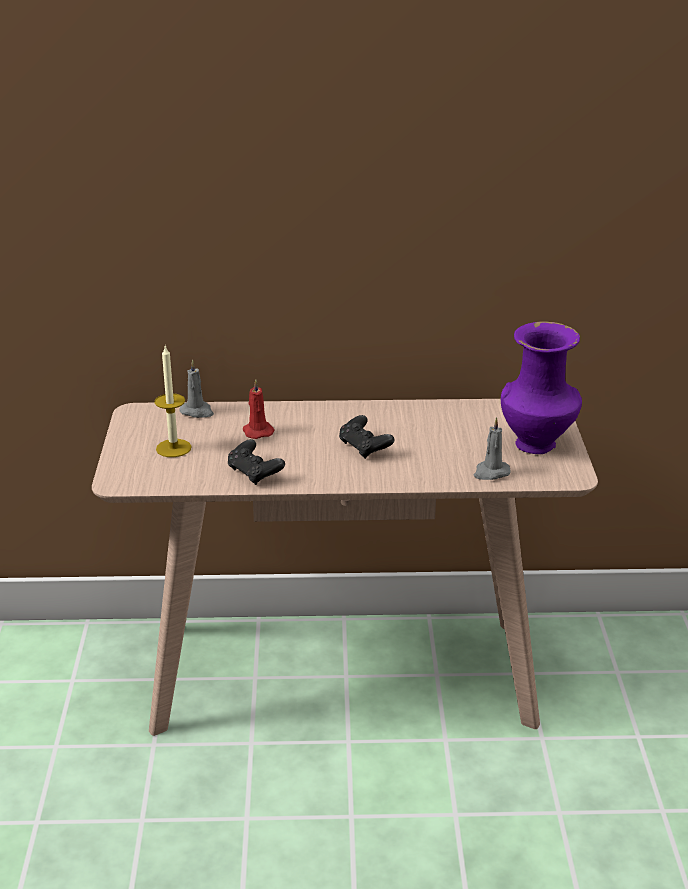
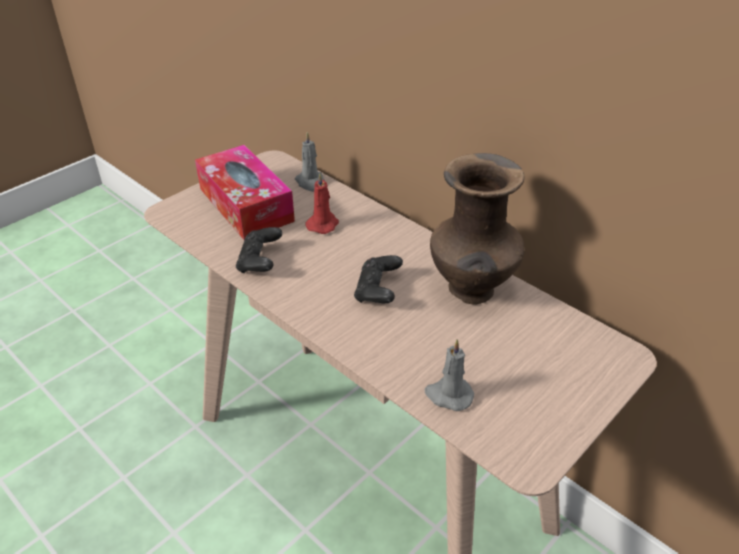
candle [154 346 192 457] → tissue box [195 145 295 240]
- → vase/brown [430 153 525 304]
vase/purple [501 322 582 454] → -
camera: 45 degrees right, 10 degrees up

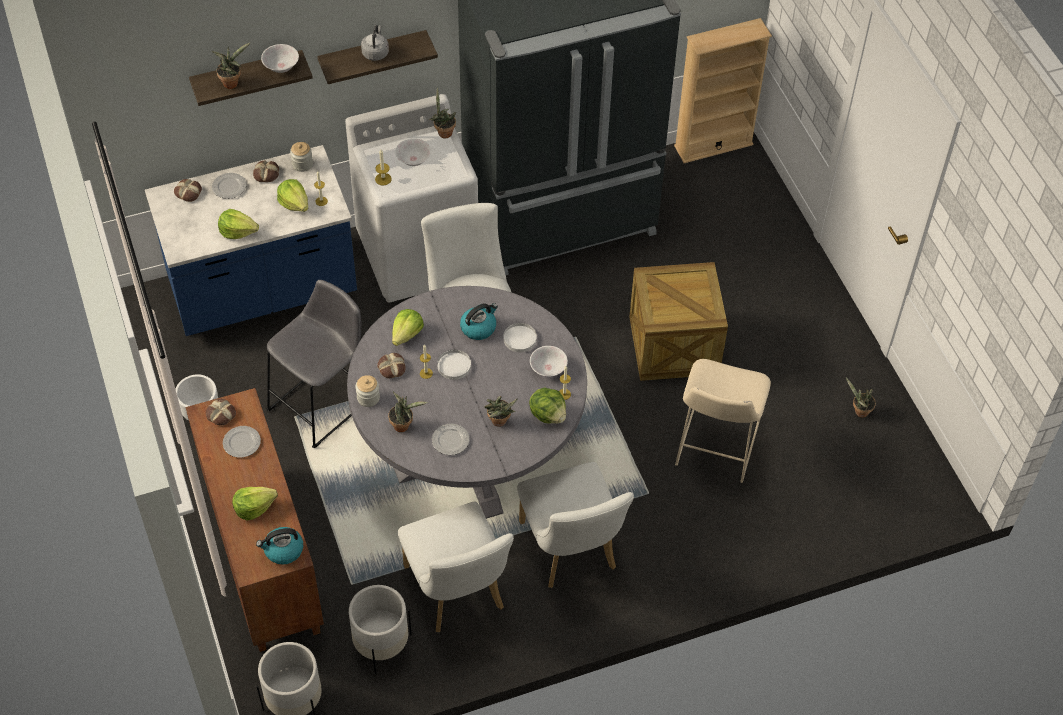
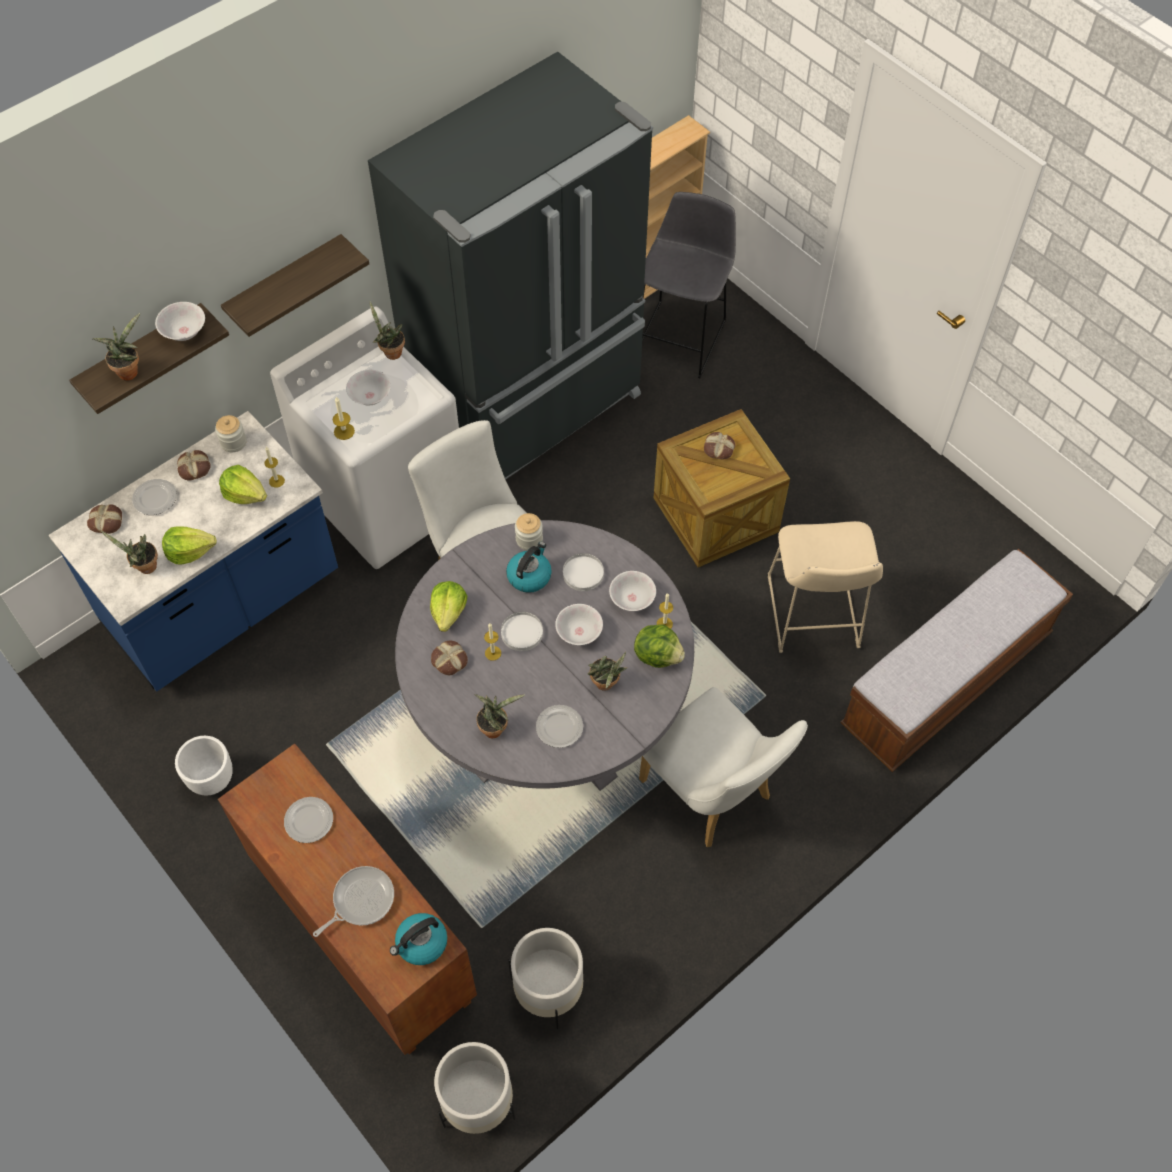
potted plant [846 378 876 418] → potted plant [101 531 158 574], move
lettuce [232 487 278 521] → frying pan [313 866 394 937]
jar [356 375 380 407] → jar [515 513 543 550], move
- → bowl/white [555 604 603 645]
stool/grey [266 280 361 448] → stool/grey [642 192 736 378], move
bread [206 399 236 426] → bread [704 432 735 459], move
- → bench [840 549 1073 772]
kettle/grey [361 25 389 61] → -
chair/white [398 501 514 632] → -
camera: 20 degrees left, 5 degrees up

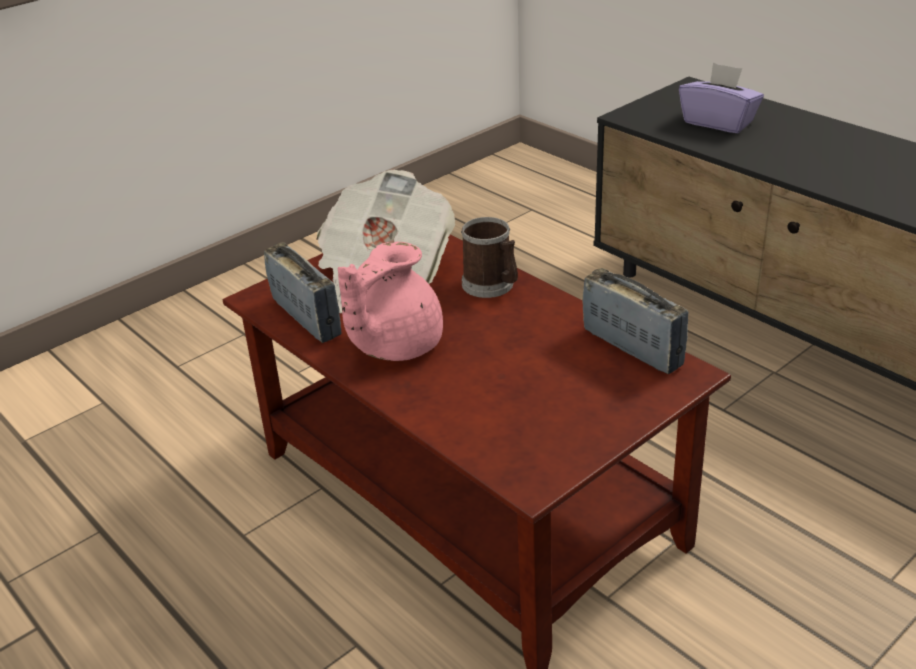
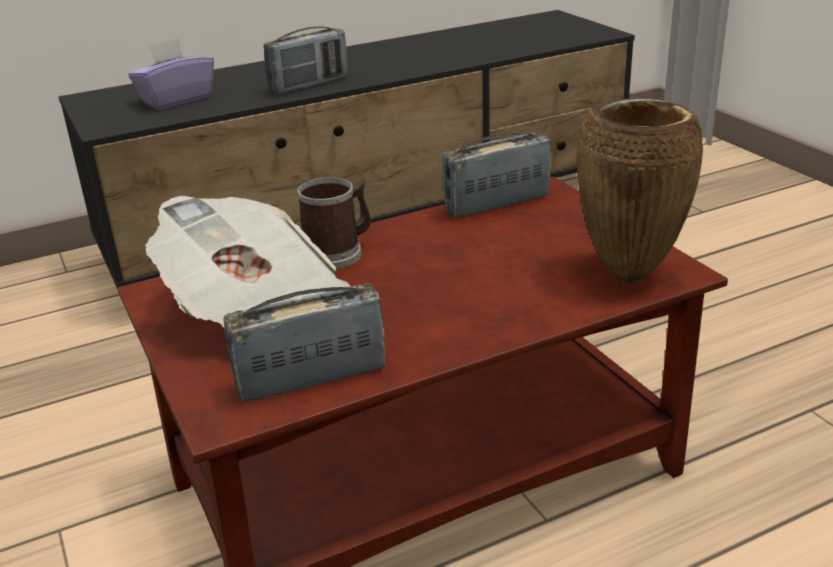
- → radio [264 26 348 94]
- → vase/brown [577 98 703 284]
teapot/pink [338 242 443 361] → -
camera: 75 degrees left, 5 degrees down

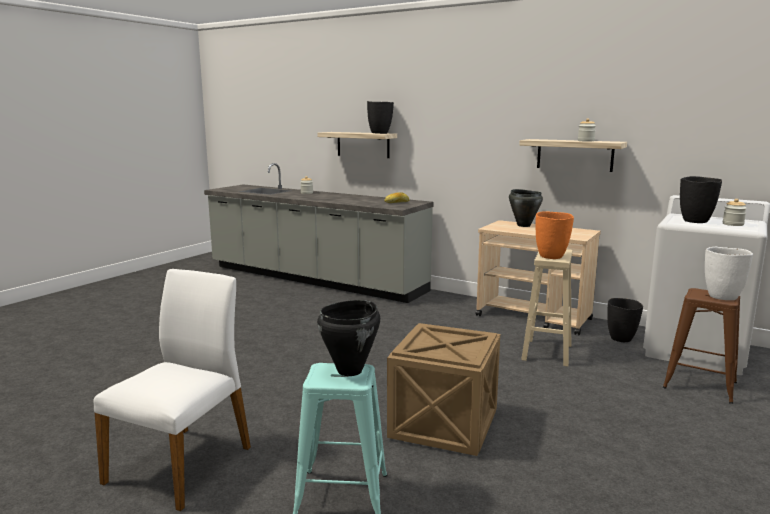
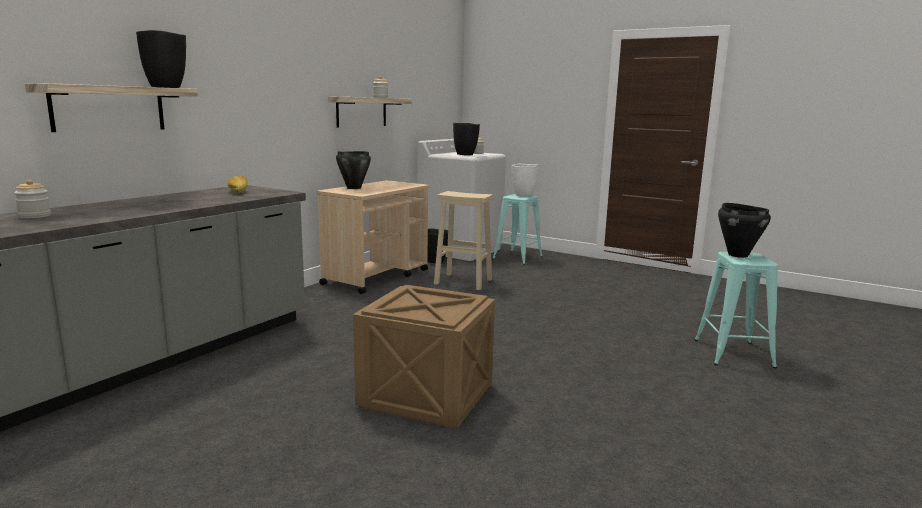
crate [387 323 500 456] → crate [353 285 495 428], move
stool/brown [663 288 740 404] → stool/turquoise [492 194 543 265]
chair/white [93 269 251 511] → -
vase/orange [536 211 574 259] → -
camera: 90 degrees left, 0 degrees up

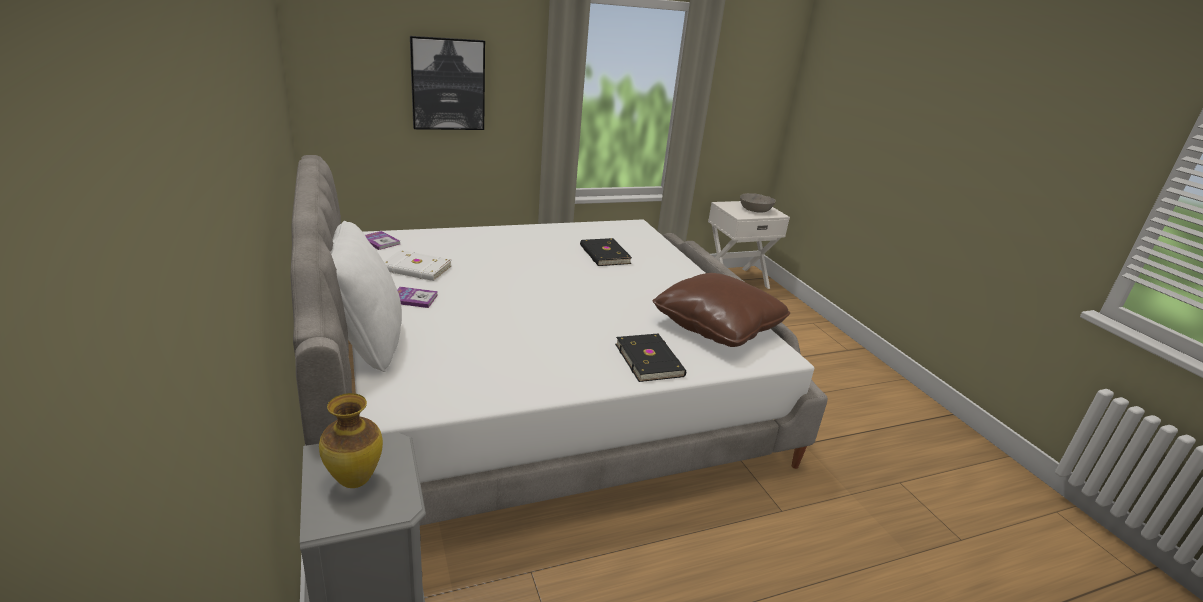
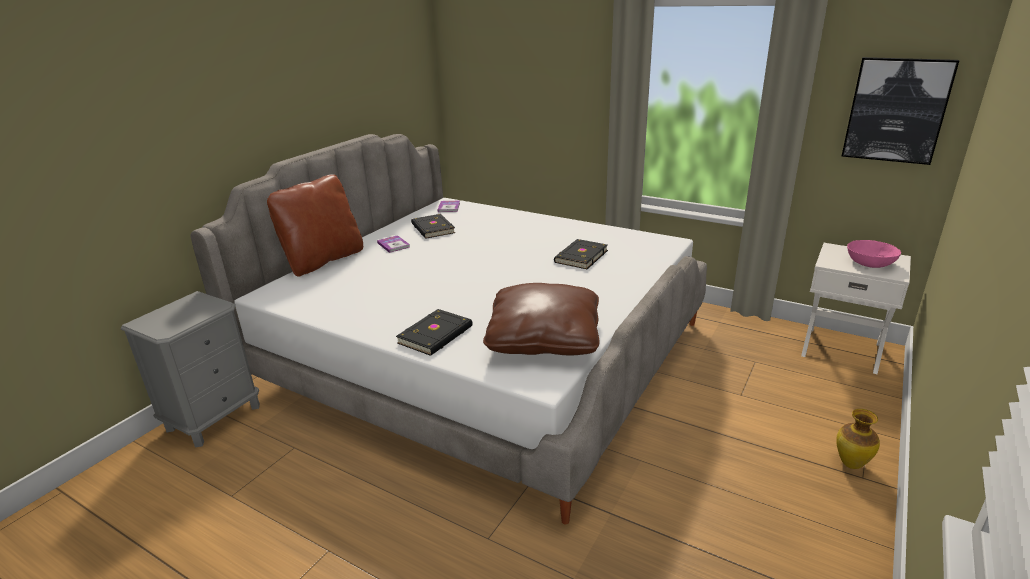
pillow/white [330 221 402 372] → pillow/brown [267 174 363 277]
book/white [384 250 452 281] → book/black [411 214 455 239]
vase [319 393 383 488] → vase [836 409 880 469], move
picture [410 36 485 130] → picture [842 57 959 165], move
bowl/grey [740 193 776 213] → bowl/pink [847 240 901 268]
camera: 55 degrees right, 0 degrees up

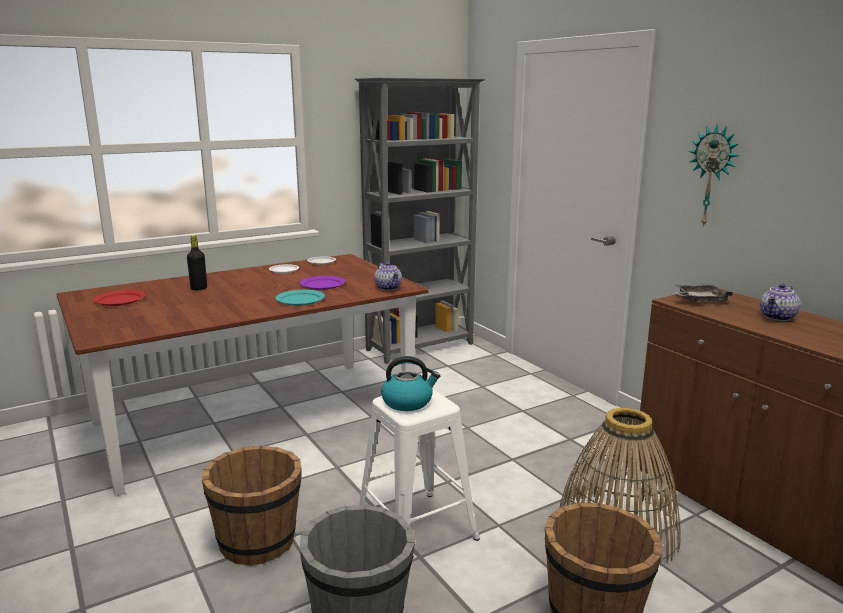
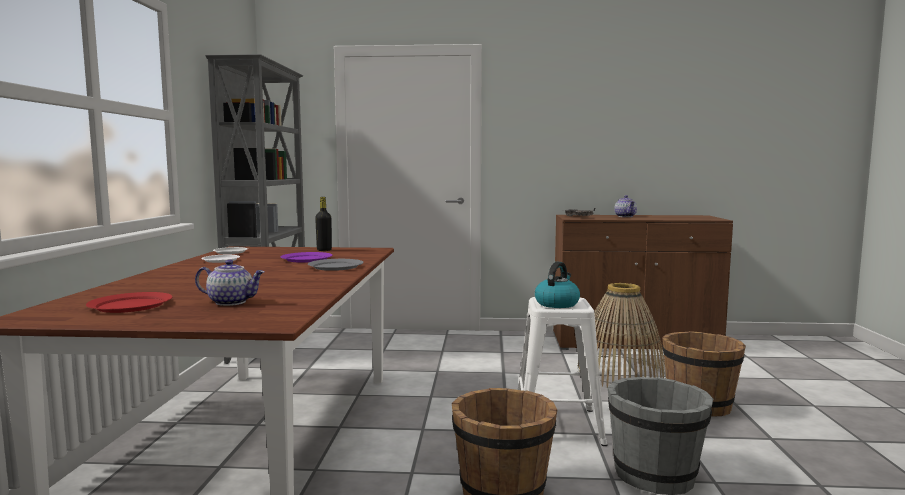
teapot [374 262 402 291] → teapot [195 260 265 306], move
plate/turquoise [276 290 325 306] → plate/grey [308 259 364 271]
bottle/black [187 235 207 290] → bottle/black [315 197 332 251], move
wall clock [689 124 739 227] → -
camera: 55 degrees left, 10 degrees down

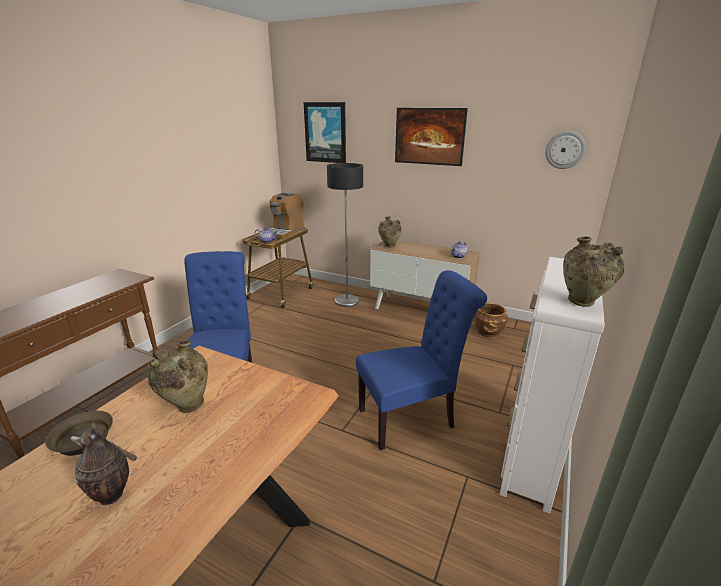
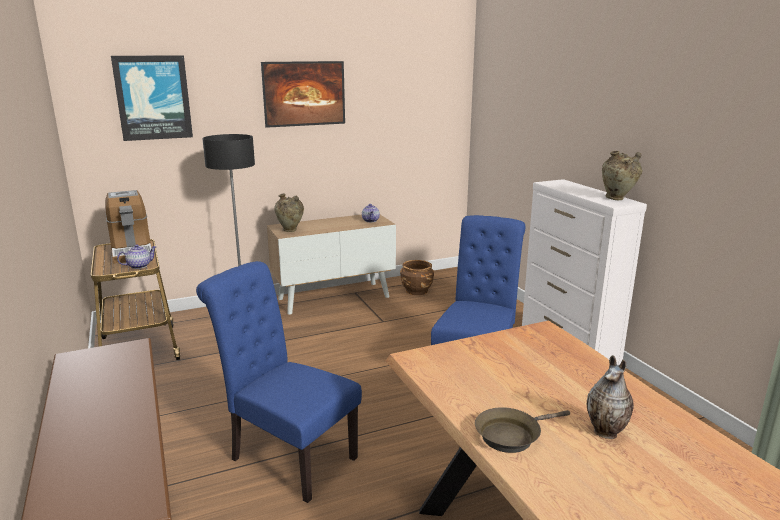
vase/beige [148 340 208 413] → -
wall clock [545 131 586 169] → -
camera: 50 degrees left, 5 degrees down

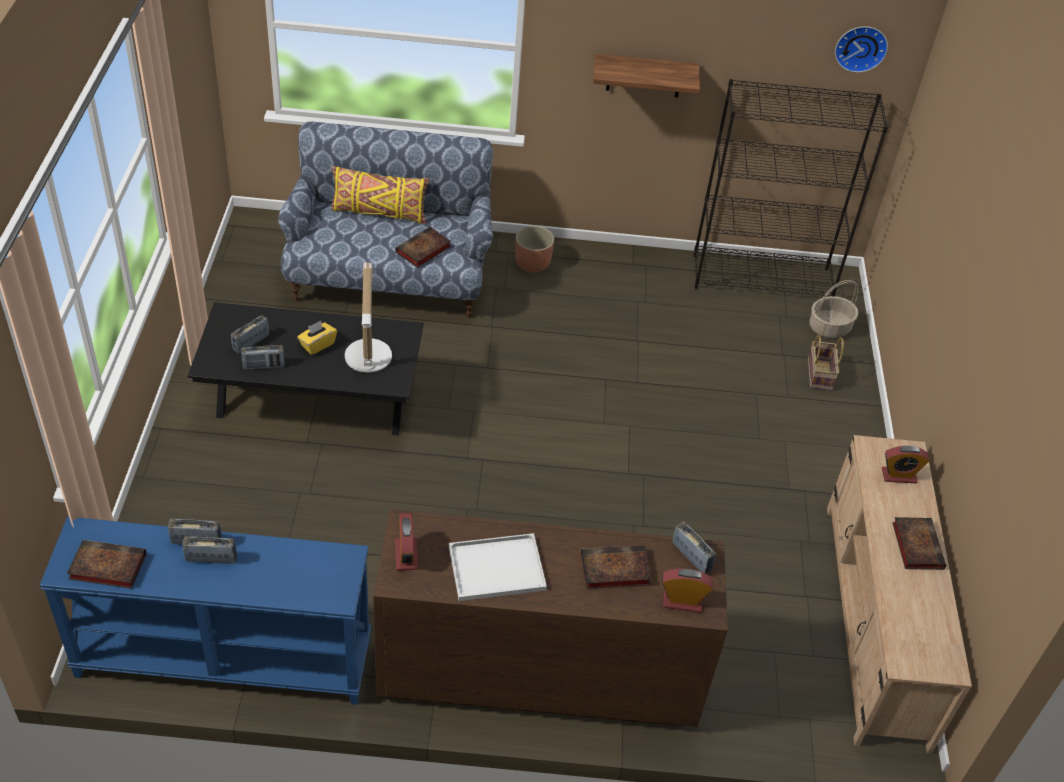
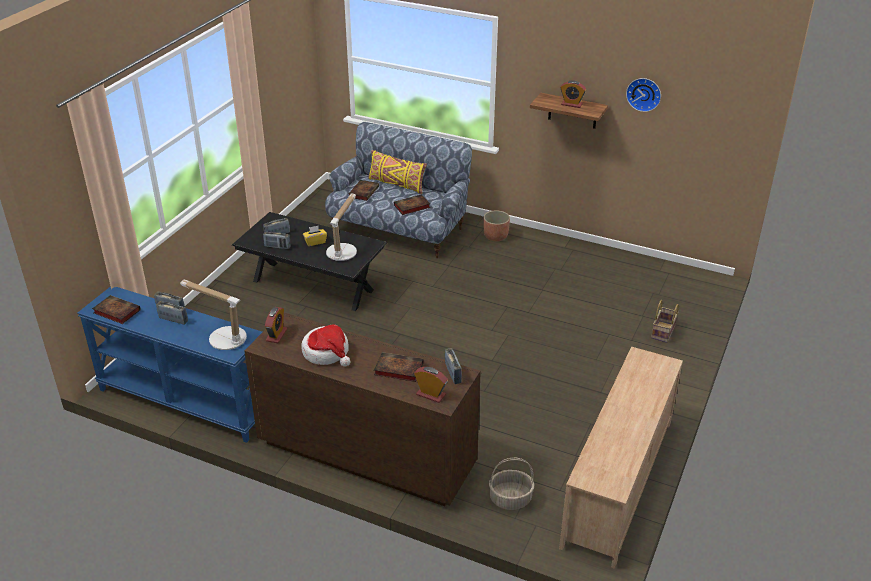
- → table lamp [180 279 247 350]
tray/white [449 533 547 601] → hat [302 324 350 367]
book [893 517 946 570] → book [348 180 379 201], move
basket [810 280 859 338] → basket [489 458 534 510], move
alarm clock [882 446 930 483] → alarm clock [560 81 586 108], move
wall clock [835 26 888 73] → wall clock [626 78 661 112], move
bookcase/black [694 79 888 296] → -
camera: 25 degrees right, 10 degrees down

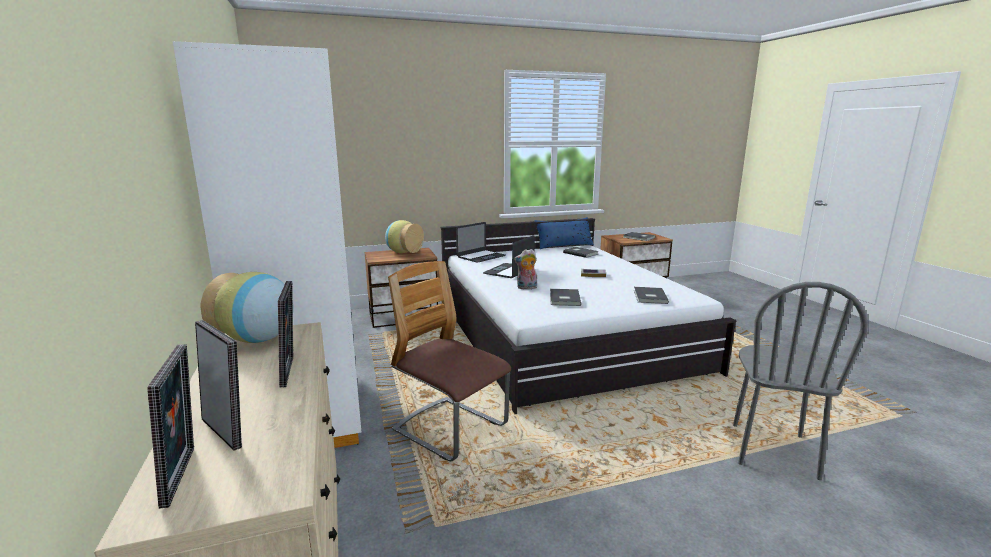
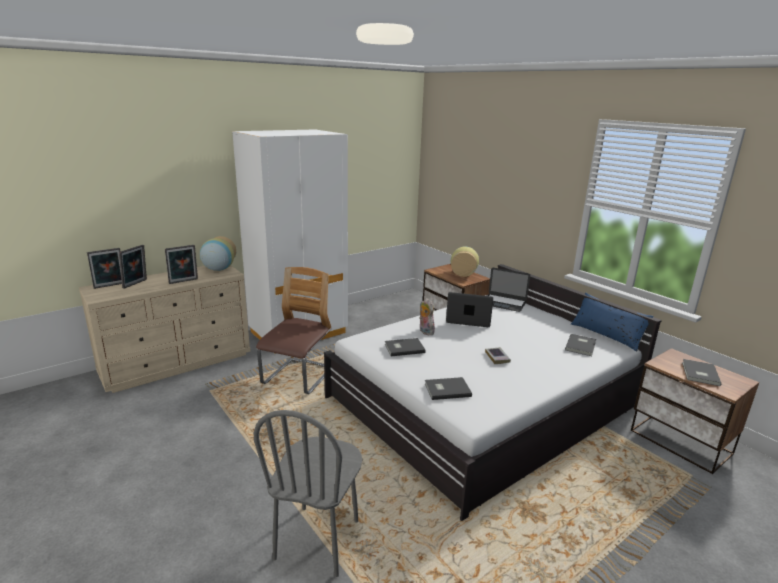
chair/grey [733 282 868 480] → chair/grey [254 410 362 577], 75 degrees counterclockwise
camera: 70 degrees right, 5 degrees up

